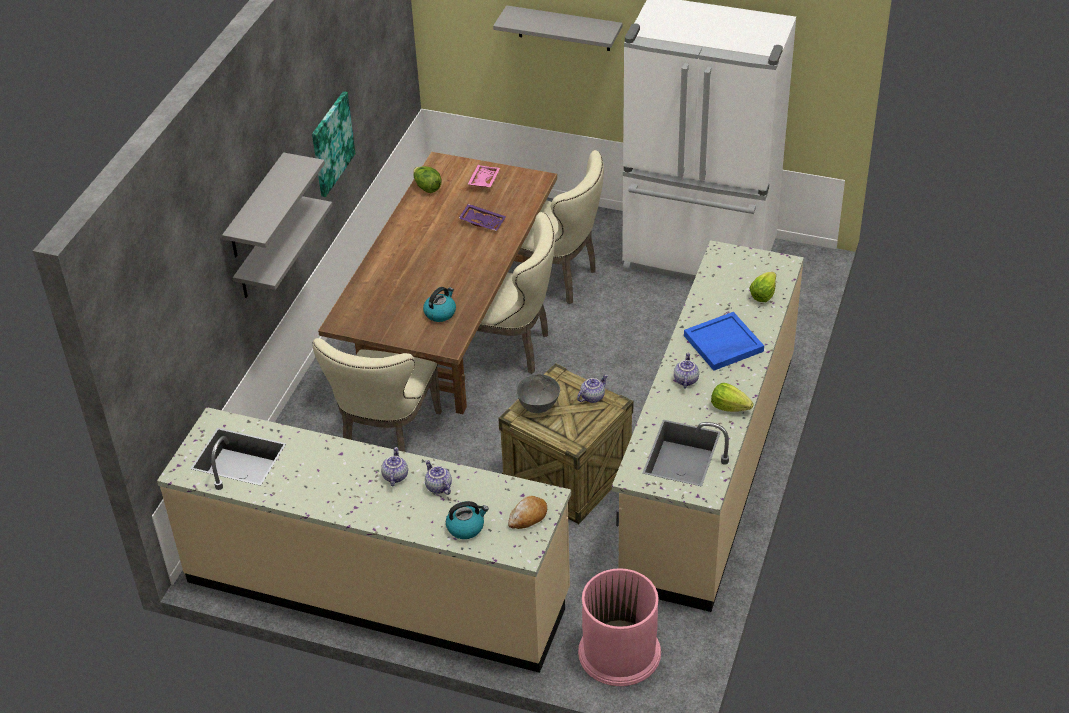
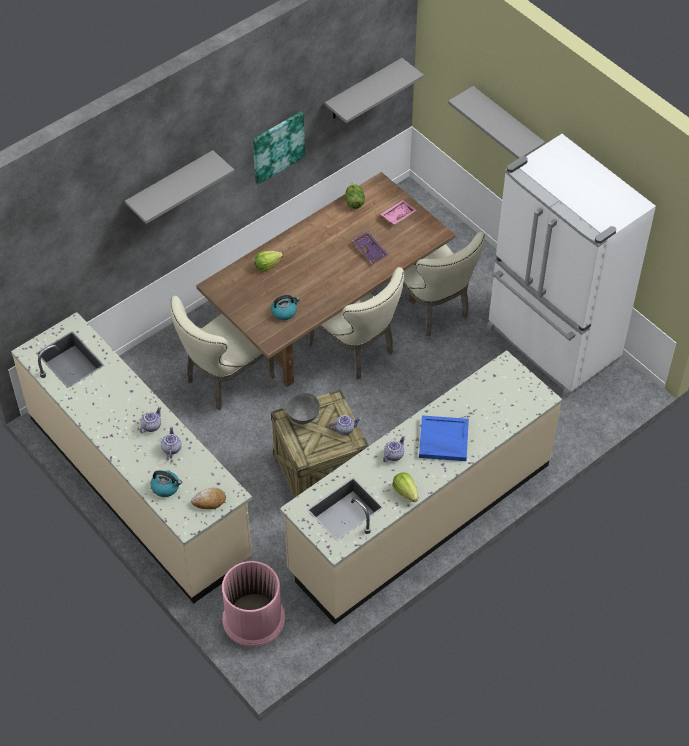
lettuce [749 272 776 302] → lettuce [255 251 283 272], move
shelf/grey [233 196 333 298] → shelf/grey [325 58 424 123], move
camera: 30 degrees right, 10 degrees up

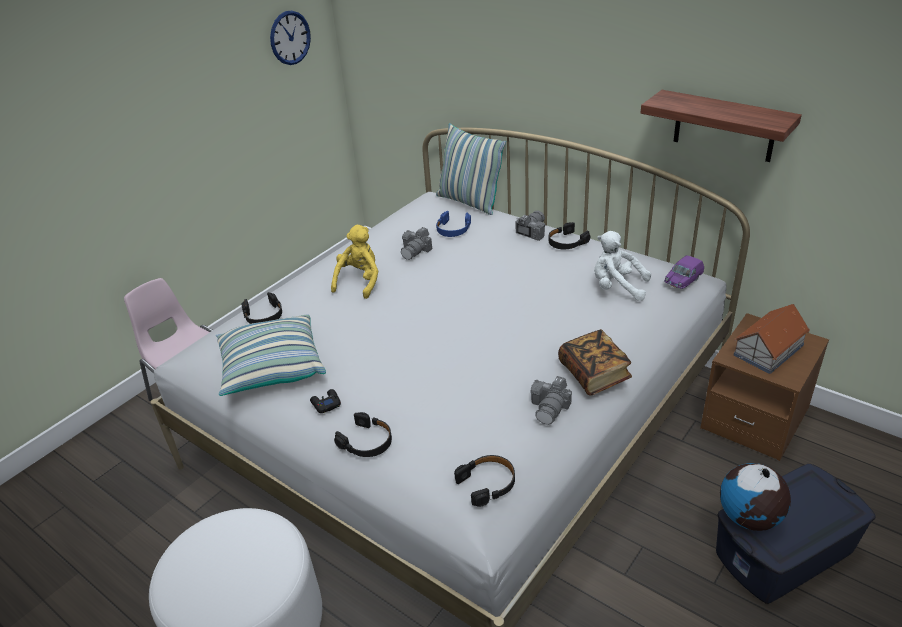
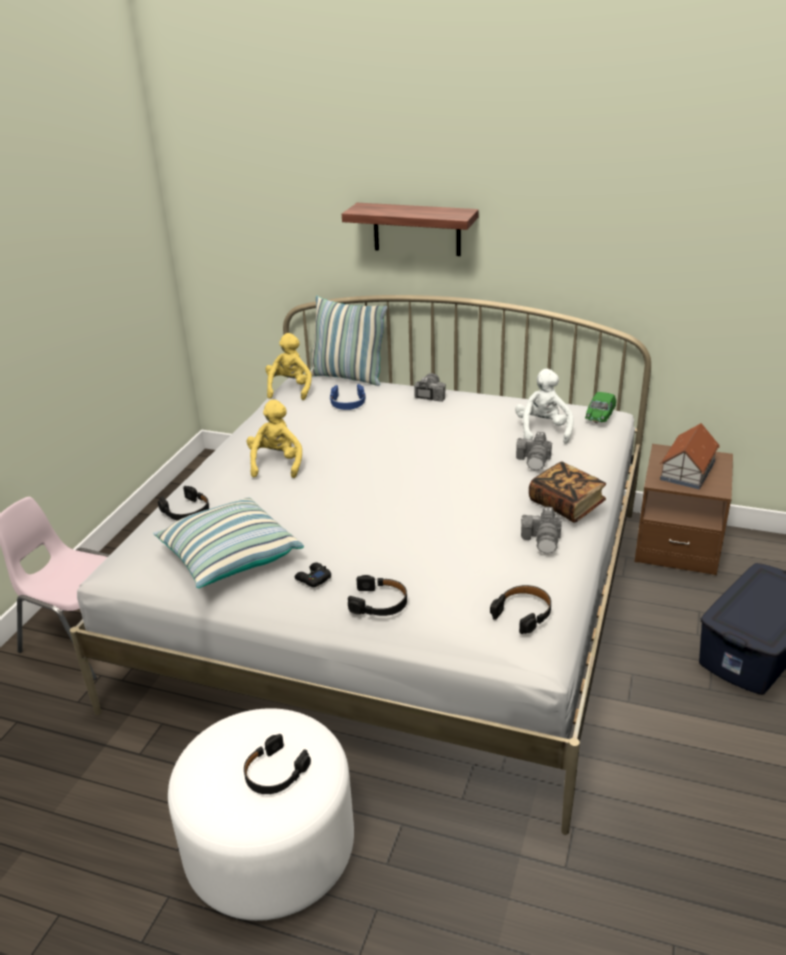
headphones/black [549 222 590 249] → headphones/black [244 734 311 794], move
- → plush toy/yellow [265 333 312 400]
shelf [641 90 802 162] → shelf [342 203 479 256], move
plush toy/white [594 231 651 301] → plush toy/white [515 369 573 444], 90 degrees clockwise
photo camera [401 227 432 260] → photo camera [516 432 552 470], move
toy car/purple [664 255 704 289] → toy car/green [585 392 616 423]
wall clock [270 10 311 65] → -
globe [720 463 791 531] → -
camera: 20 degrees left, 5 degrees down

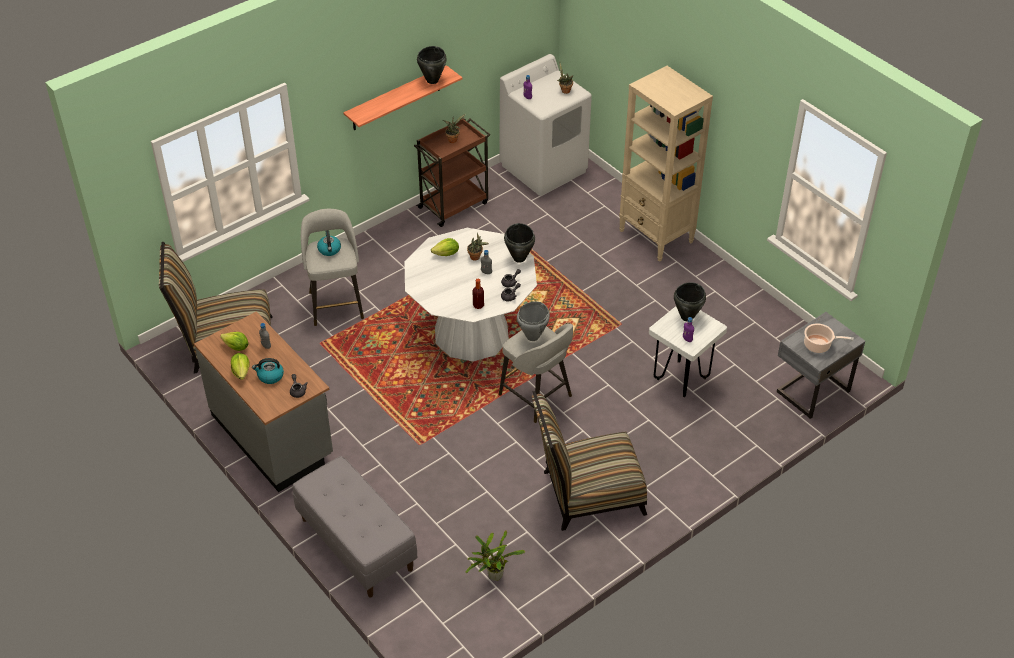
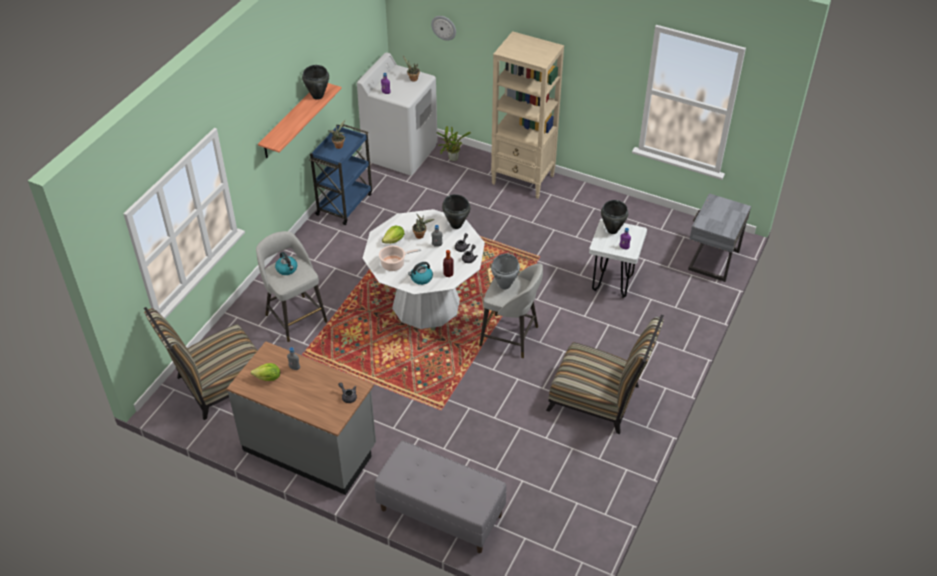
cart/brown [414 118 490 227] → cart/blue [309 125 372 225]
cooking pot [804 323 854 353] → cooking pot [379 245 421 271], move
kettle [252 358 284 384] → kettle [408 262 433 285], move
- → wall clock [431 16 456 41]
potted plant [465 530 525 581] → potted plant [436 126 471 161], move
chair [532 391 647 531] → chair [546 315 664 434], 120 degrees counterclockwise
lettuce [231 353 249 380] → -
camera: 25 degrees left, 0 degrees up

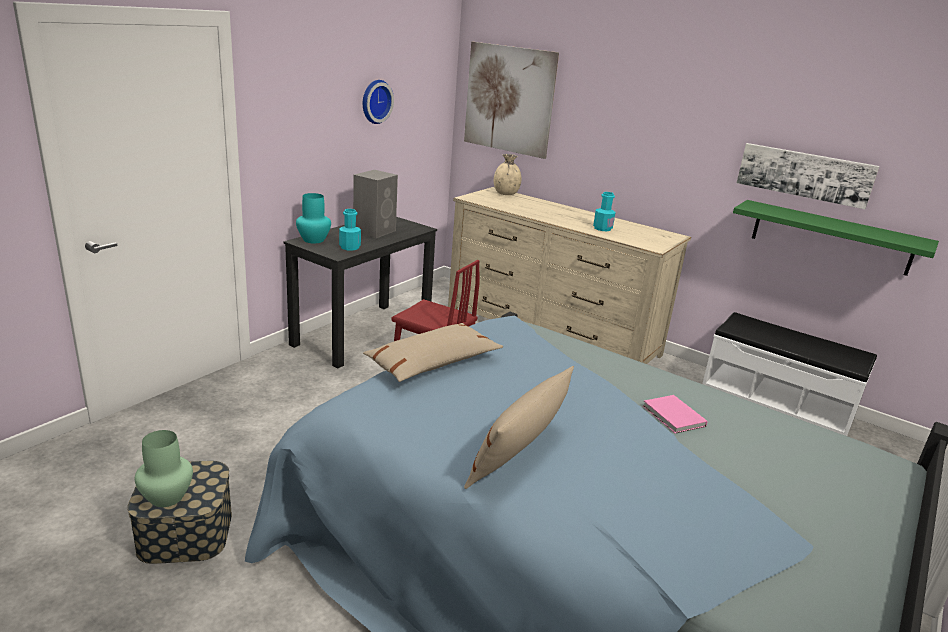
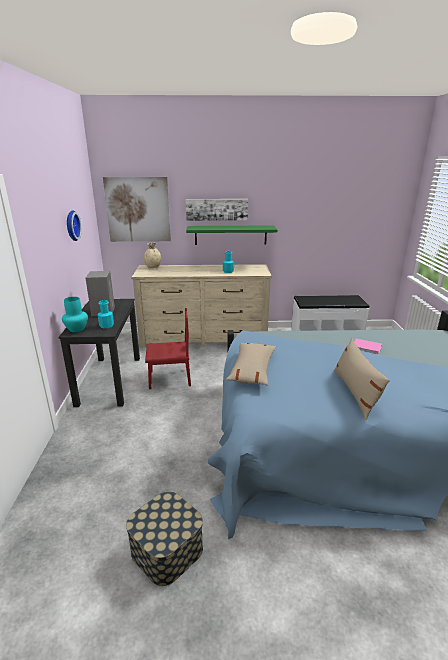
picture [737 143 879 209] → picture [185 199 248 221], move
shelf/green [733 200 939 276] → shelf/green [186 226 277 245], move
vase/green [135 430 193 507] → -
camera: 35 degrees left, 0 degrees up

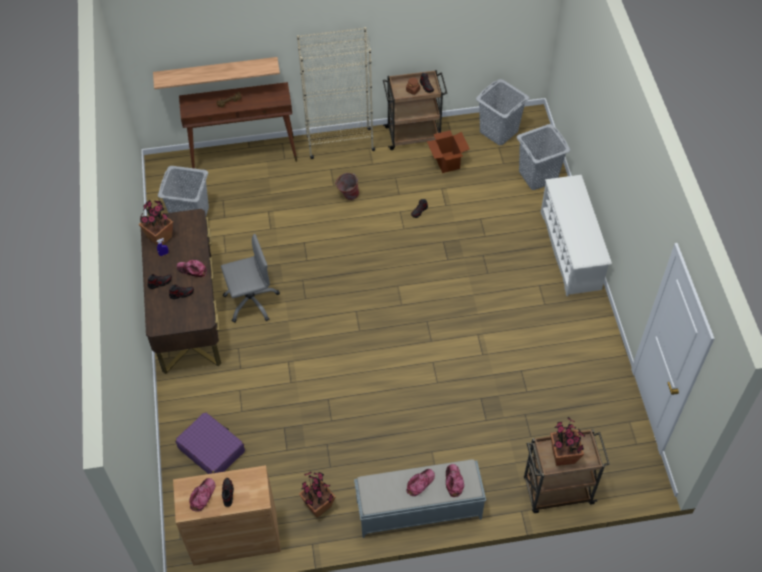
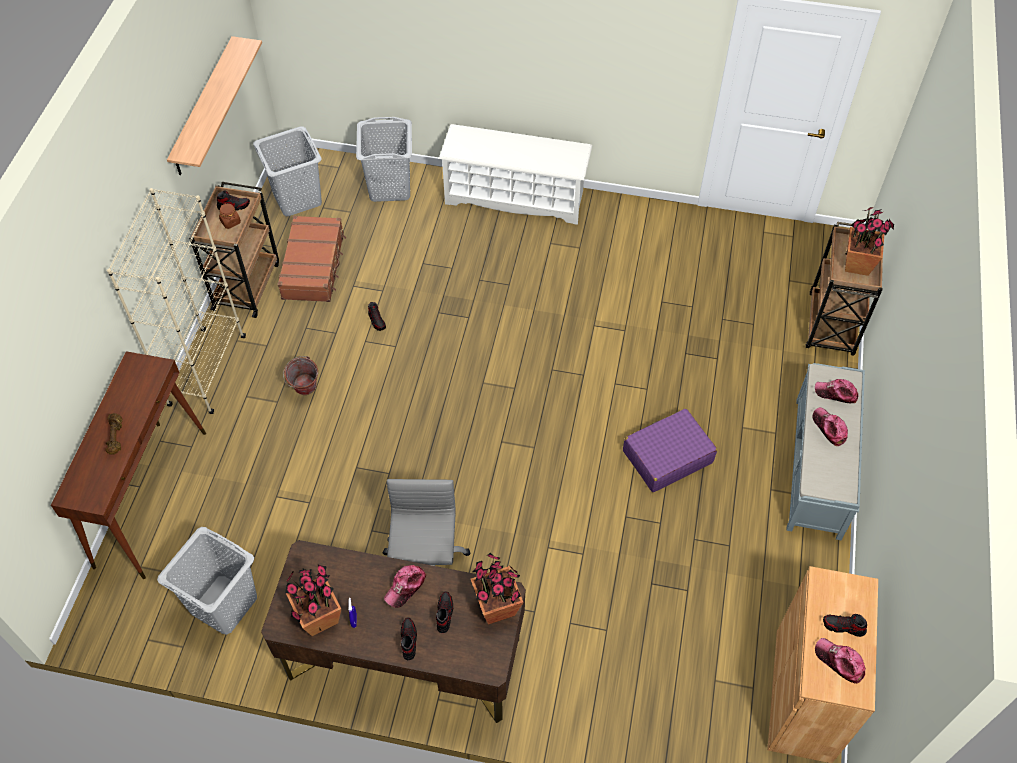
shelf [153 57 280 89] → shelf [167 36 262 175], move
cardboard box [427 130 469 173] → suitcase/brown [277 216 346 302]
potted plant [299 471 336 518] → potted plant [471 553 524 625], move
suitcase/purple [175 412 245 474] → suitcase/purple [623 409 717 492], move
camera: 70 degrees left, 0 degrees up

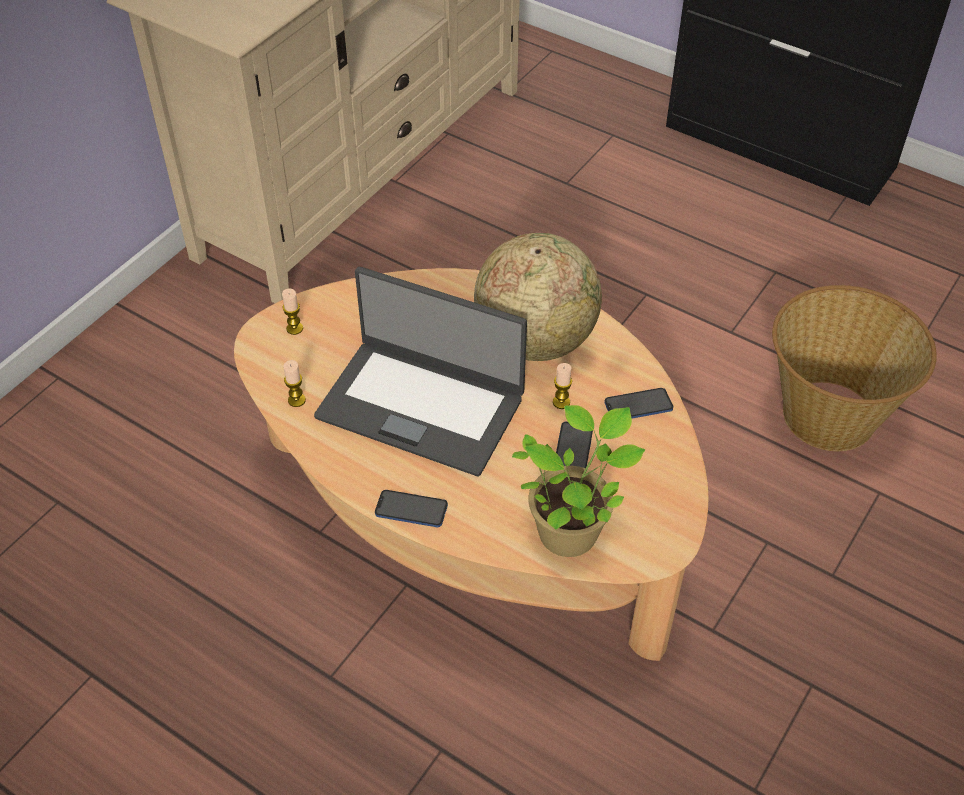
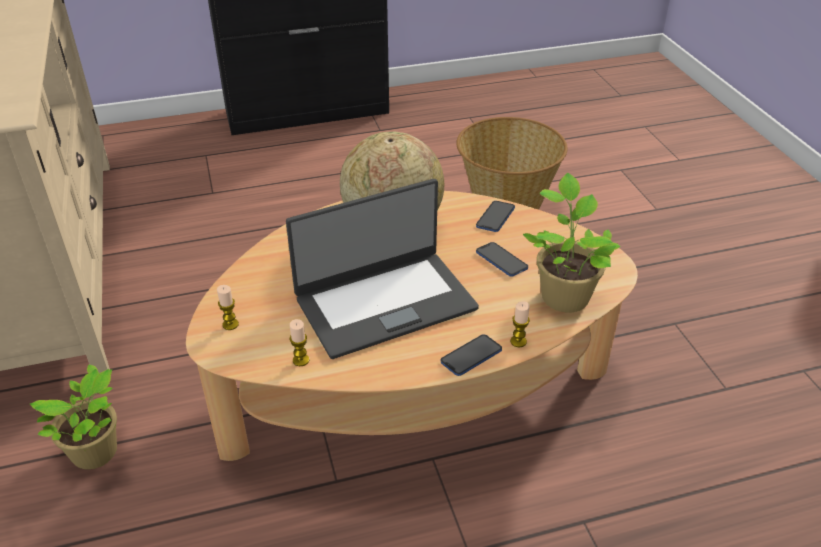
- → potted plant [30 364 117 469]
candle [553 363 572 409] → candle [510 301 530 347], move
camera: 50 degrees left, 10 degrees down

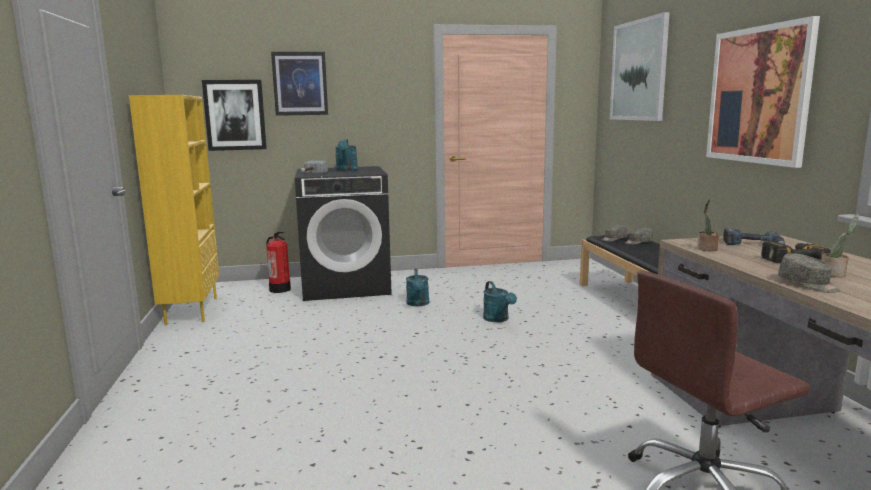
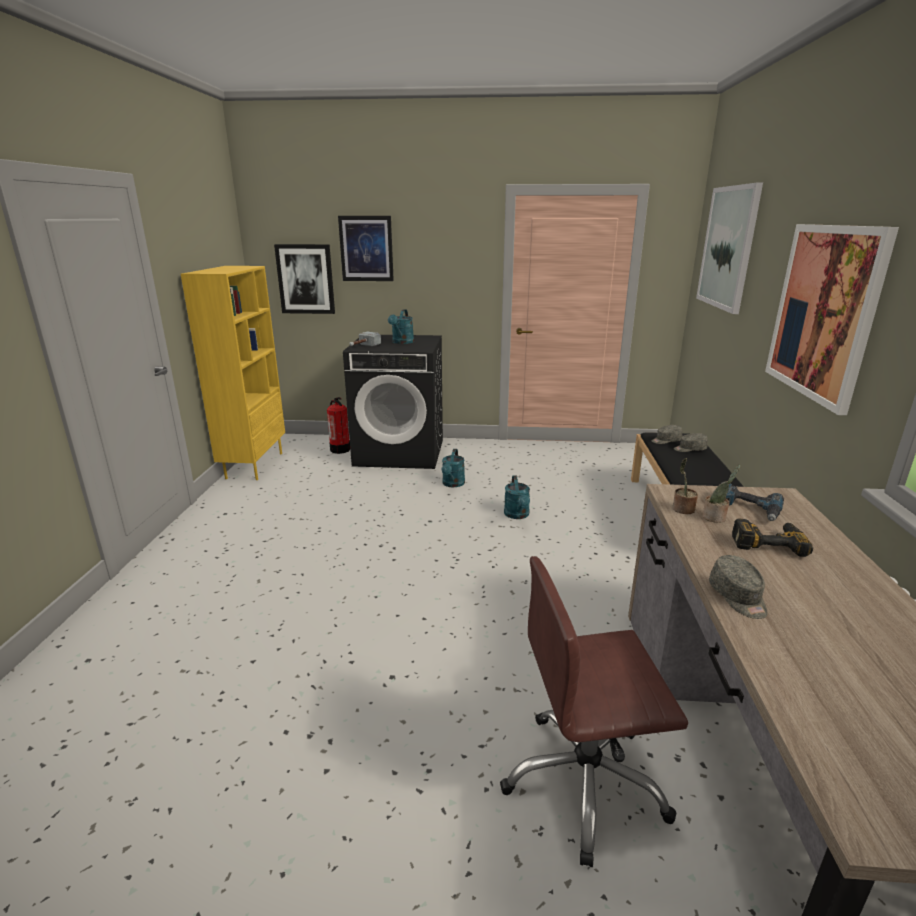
potted plant [821 214 859 278] → potted plant [702 465 741 523], move
camera: 15 degrees right, 10 degrees up

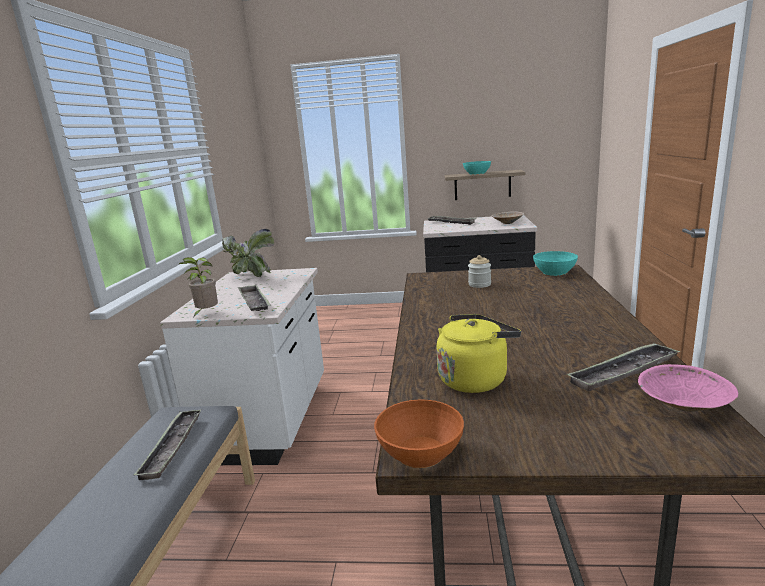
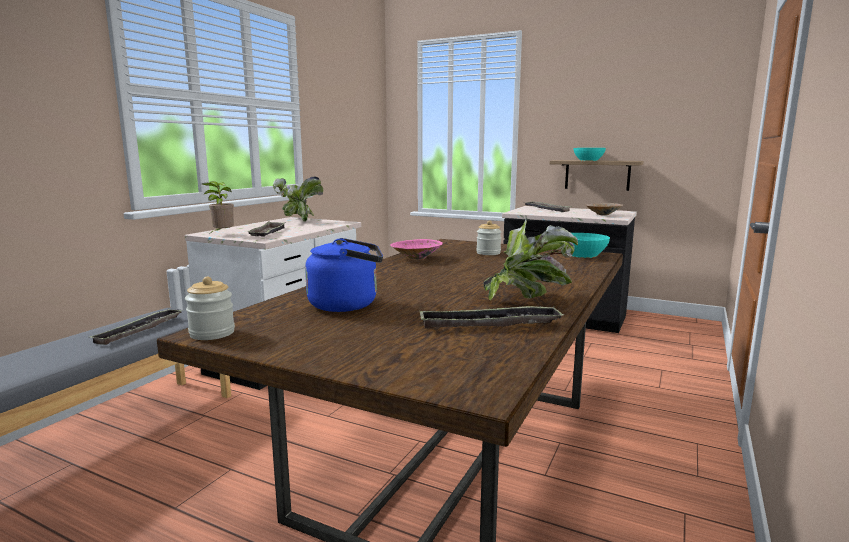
bowl/orange [374 400 464 468] → jar [185 277 235 340]
kettle/yellow [437 314 521 393] → kettle/blue [305 238 383 312]
bowl/pink [638 364 738 412] → bowl/pink [390 239 443 260], move
- → potted plant [484 216 578 301]
camera: 20 degrees right, 5 degrees down

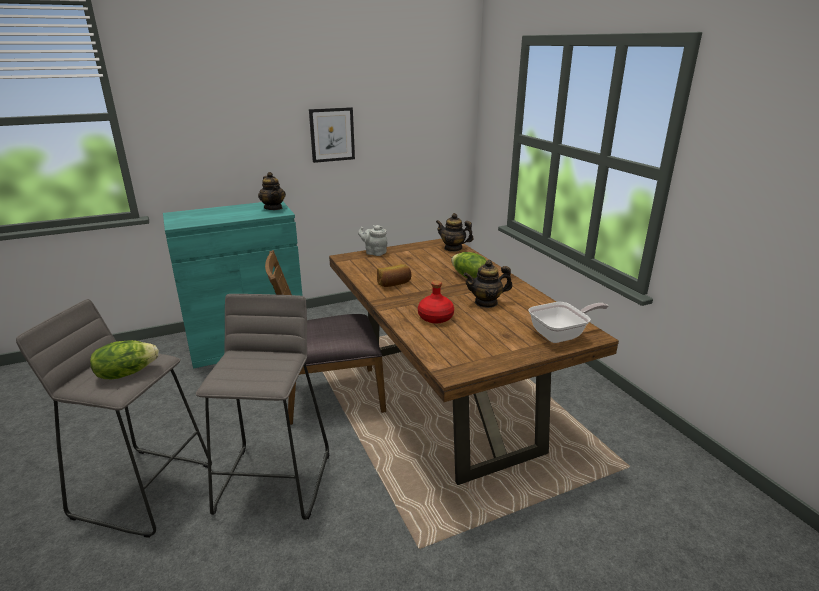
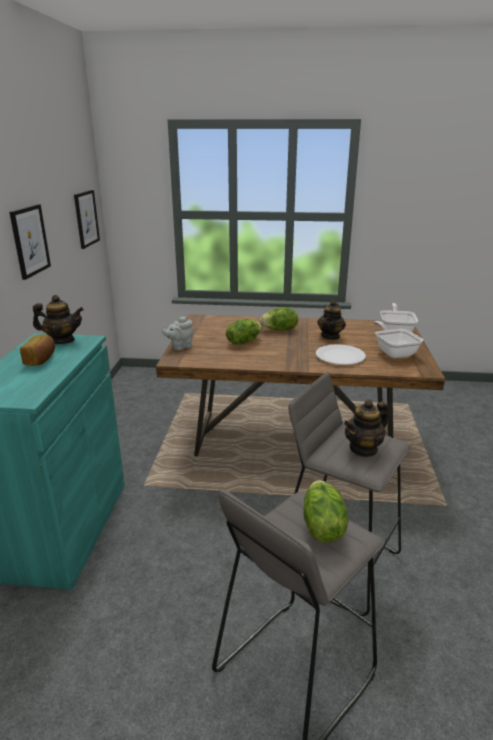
bread [377 264 411 287] → bread [20 334 55 366], move
- → picture [74 190 100 249]
- → lettuce [226 319 262 344]
bottle/red [418 280 454 323] → plate/white [316 344 366 365]
teapot [436 213 474 252] → teapot [344 399 388 457], move
- → frying pan [374 321 423 358]
chair/brown [265 250 386 425] → -
camera: 60 degrees left, 0 degrees up

